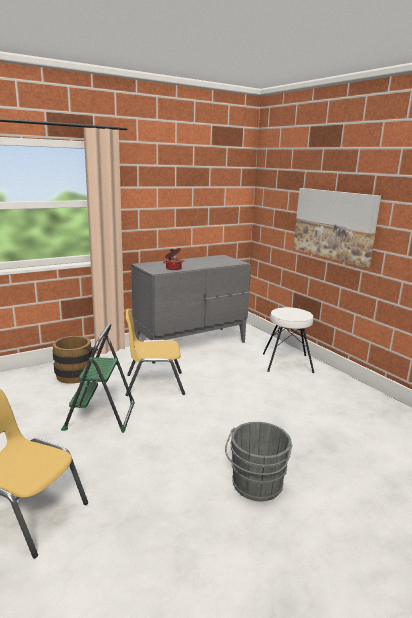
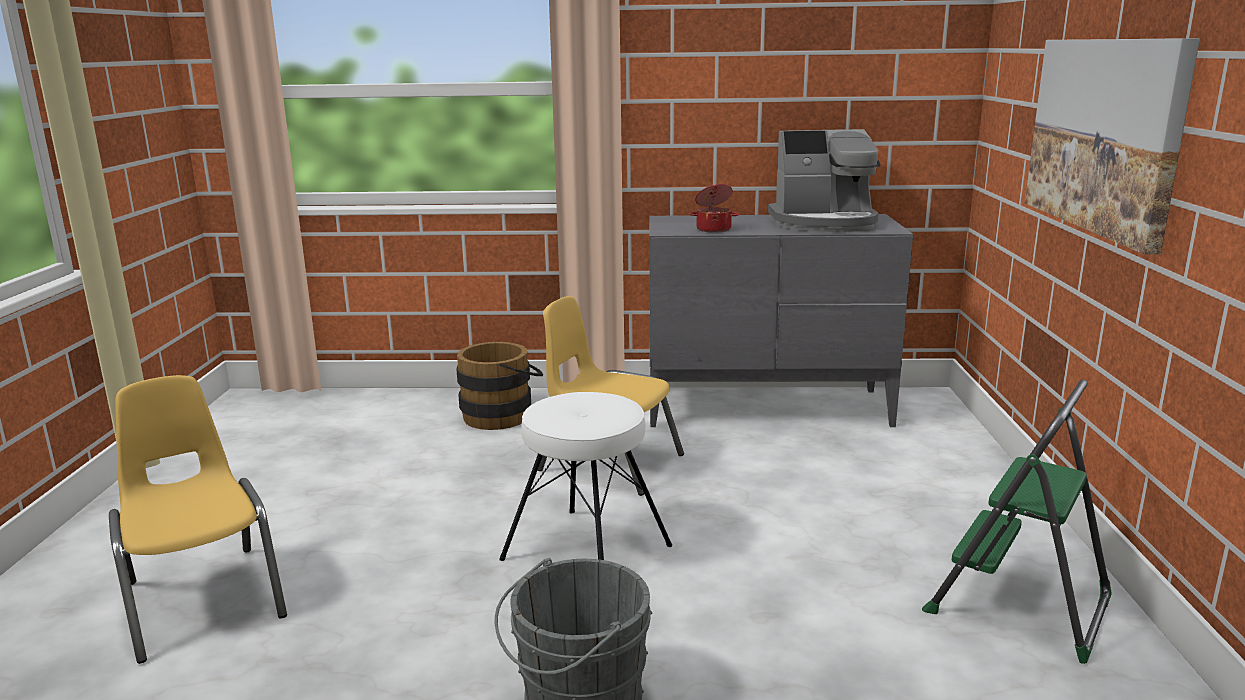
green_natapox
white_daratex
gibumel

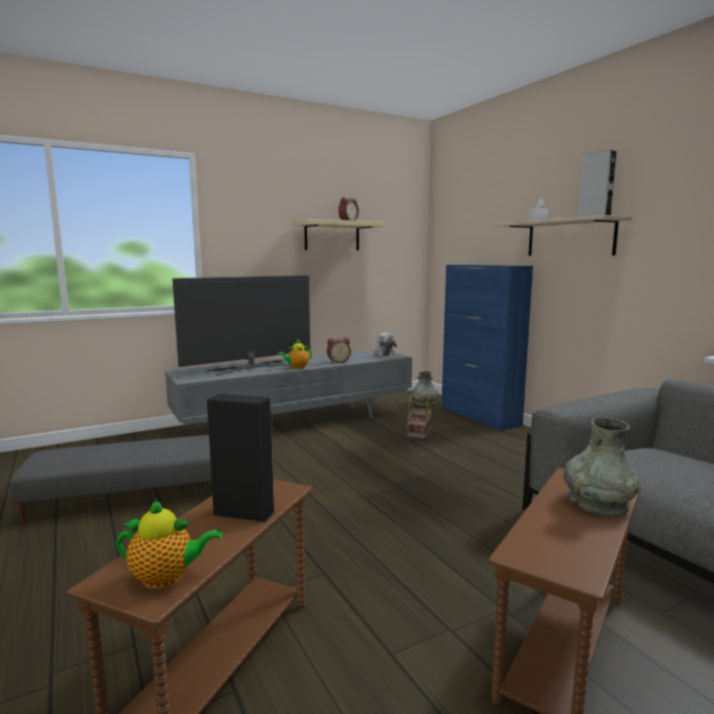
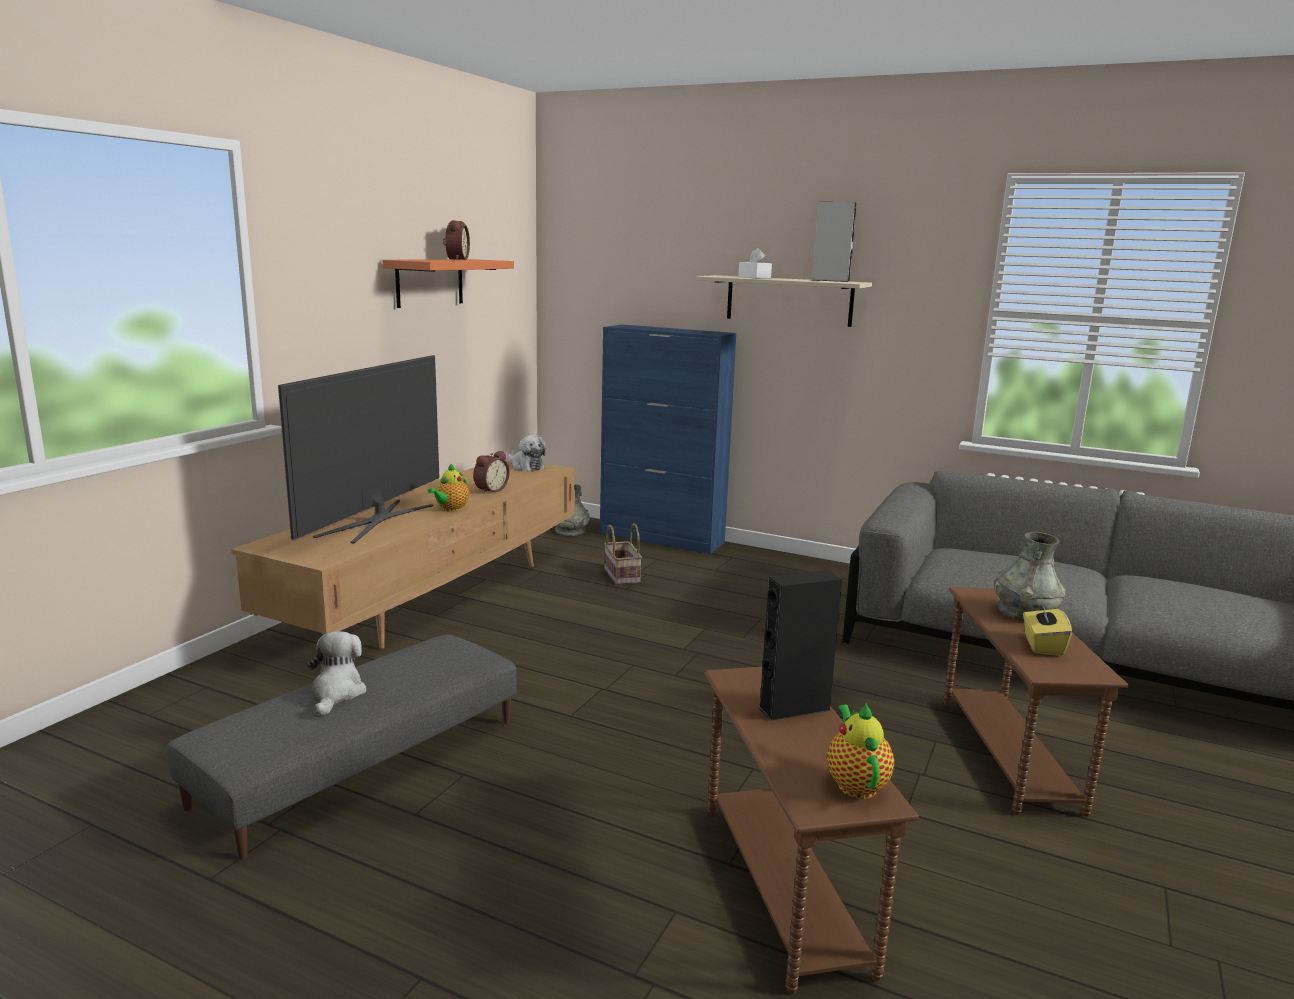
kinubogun (2nd from left)
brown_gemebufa
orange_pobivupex
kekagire (1st from left)
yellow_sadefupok

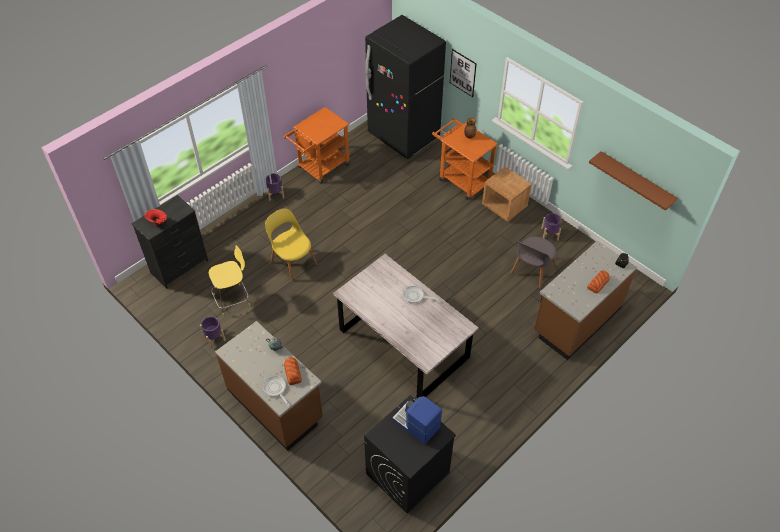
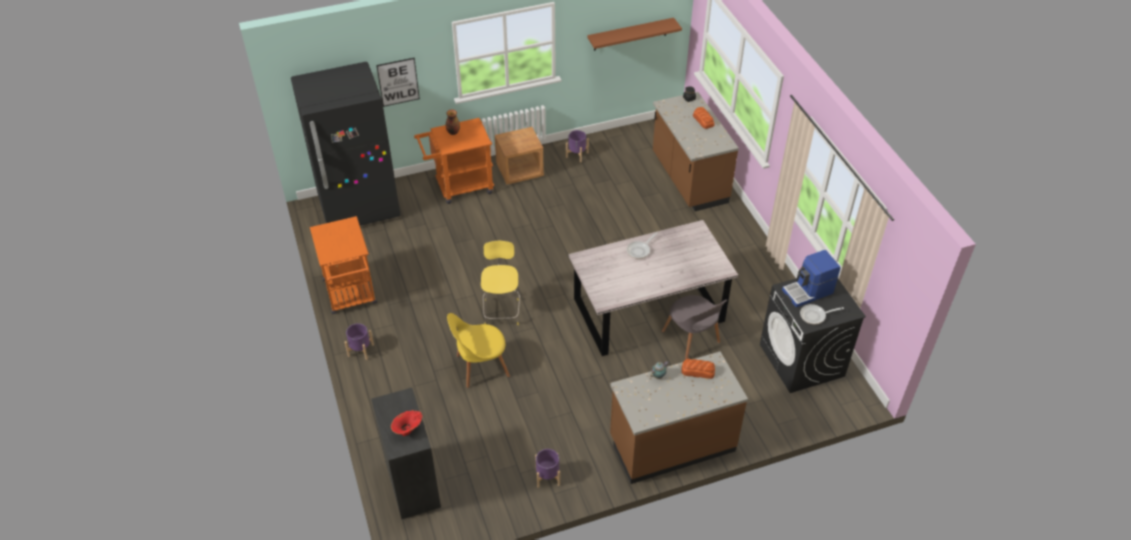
yellow_daratex
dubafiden (2nd from left)
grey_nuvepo

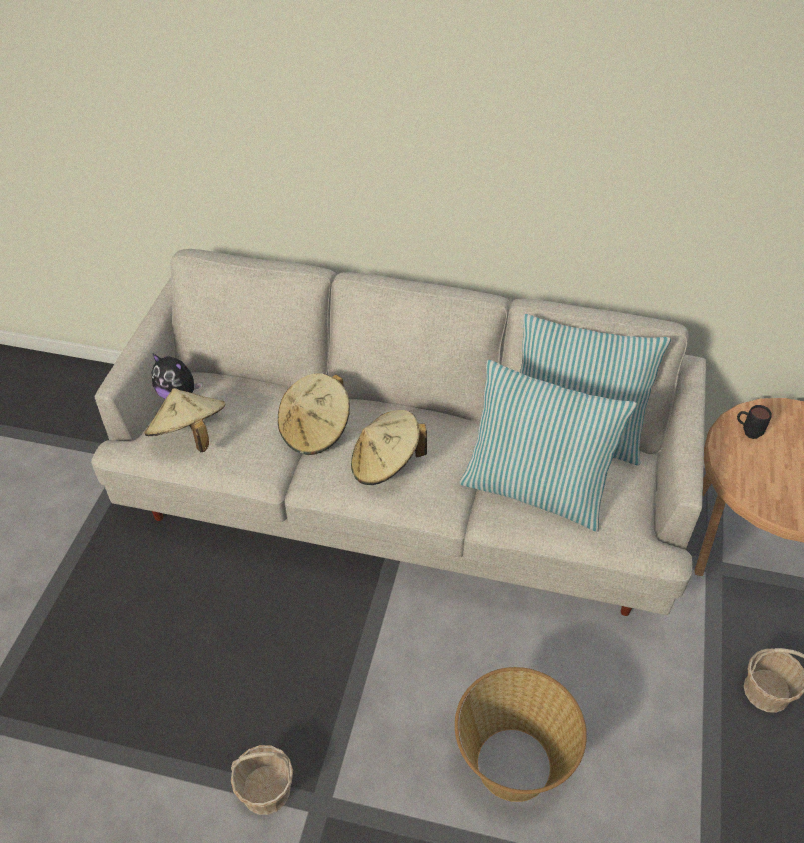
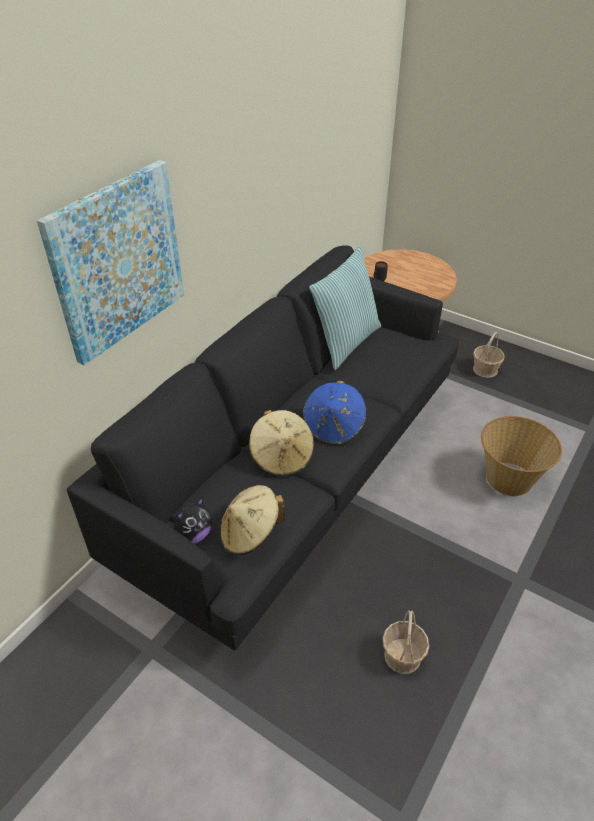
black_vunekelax
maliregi (1st from left)
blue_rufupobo
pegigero (1st from left in the first image)
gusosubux

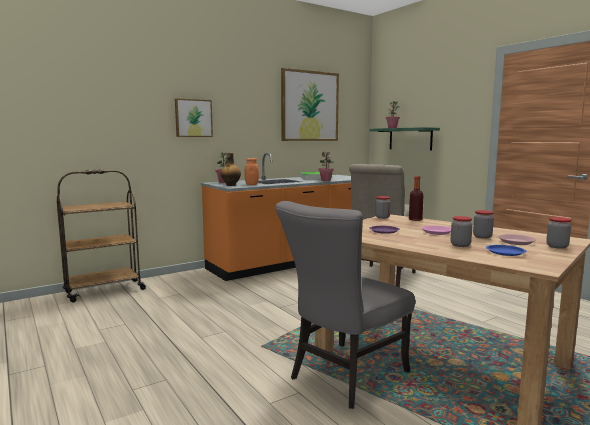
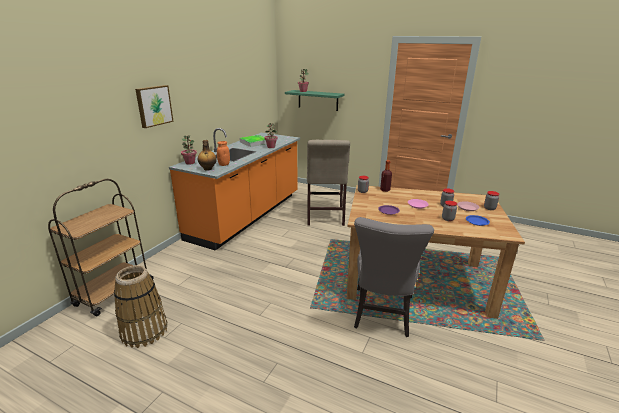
gusosubux (2nd from left in the first image)
maliregi

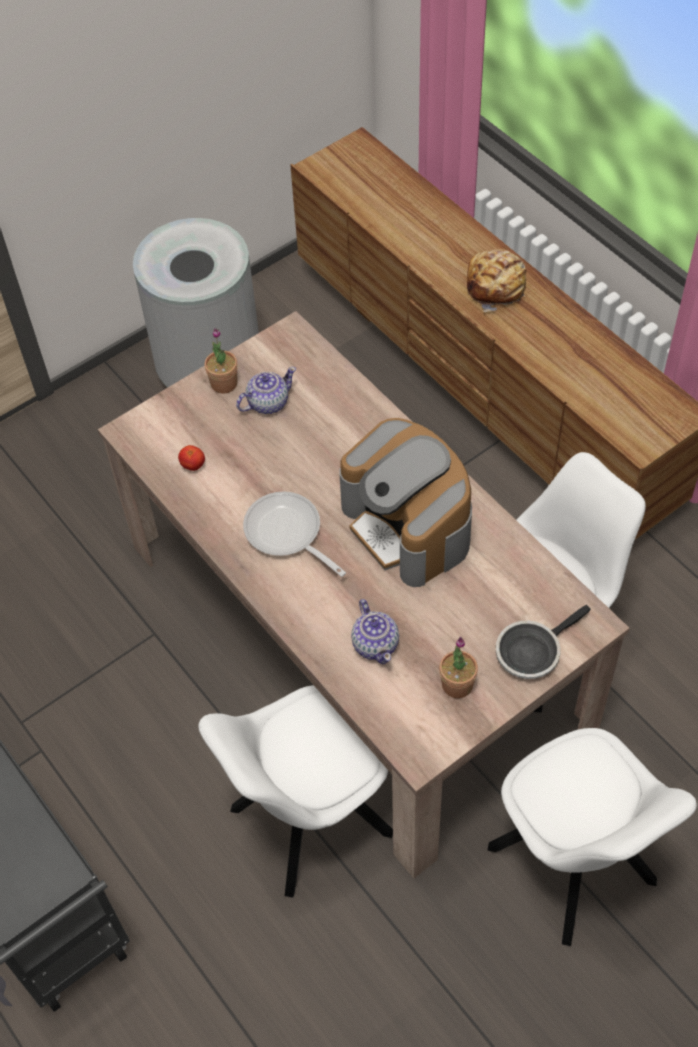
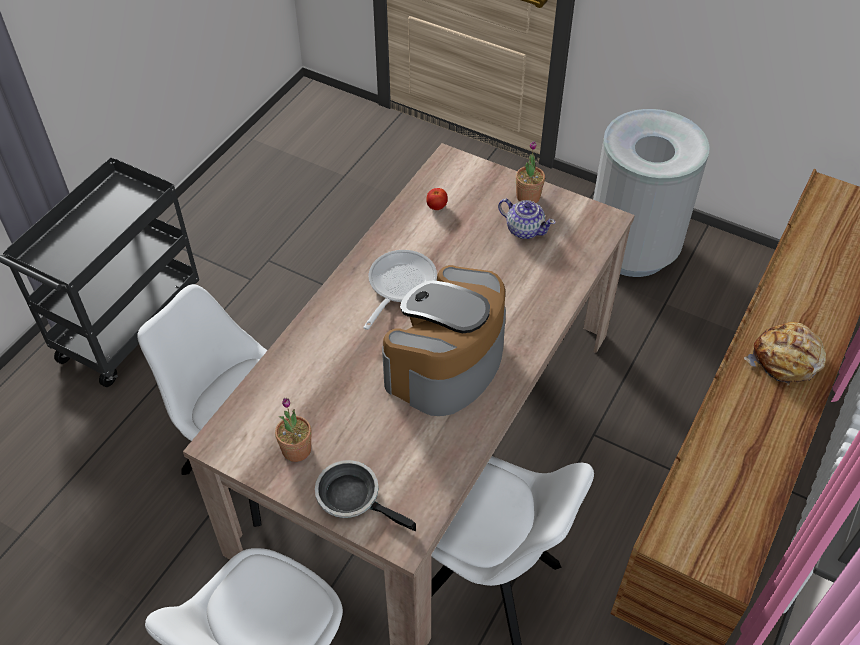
kinubogun (2nd from left in the first image)

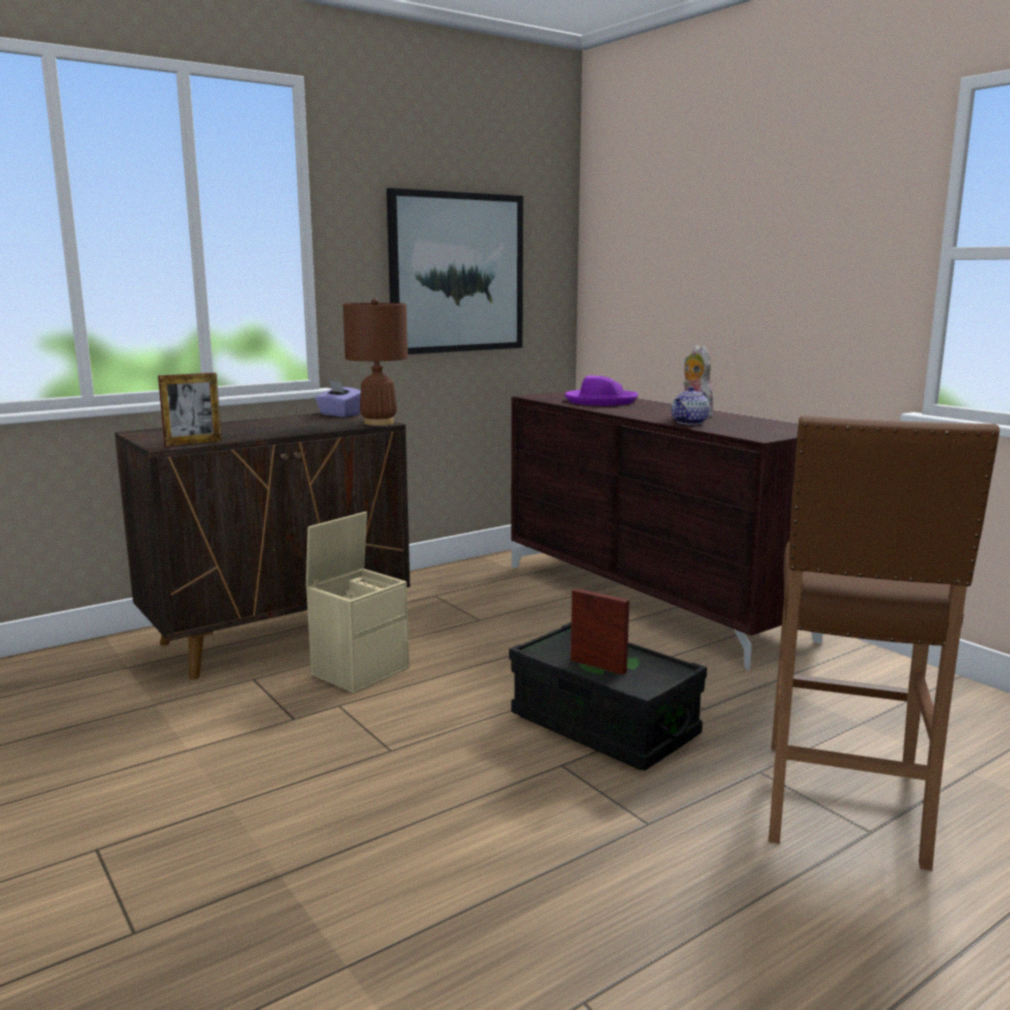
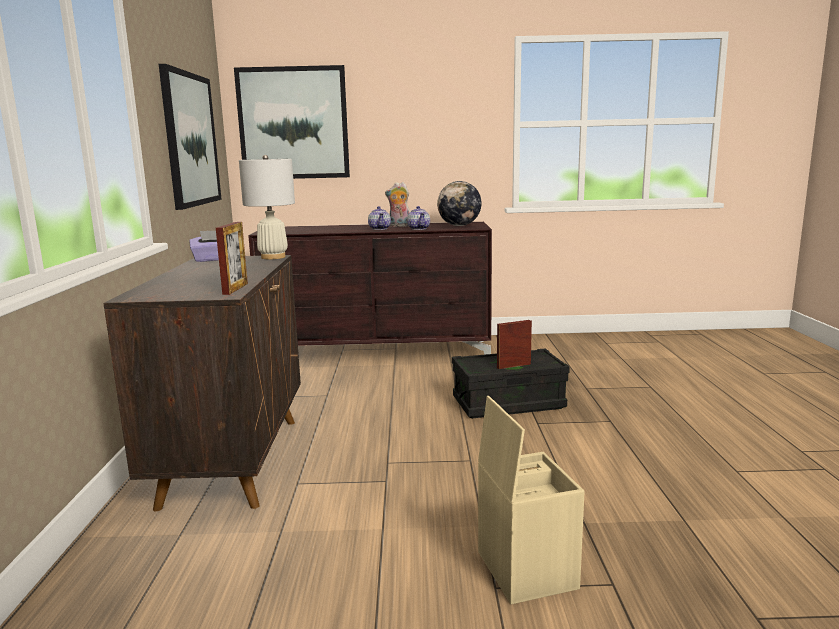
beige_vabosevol
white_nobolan
purple_rufupobo
brown_daratex
gusosubux (2nd from left)
kinubogun (1st from left)
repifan

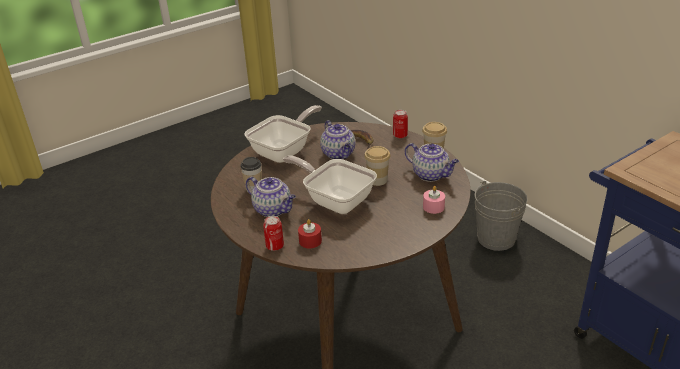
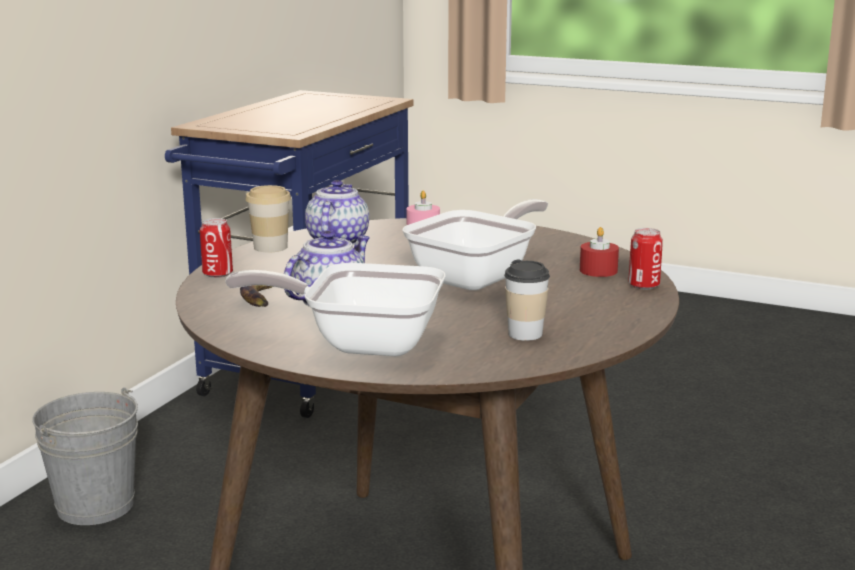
kinubogun (1st from left in the first image)
dubafiden (2nd from left)
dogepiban (2nd from left in the first image)

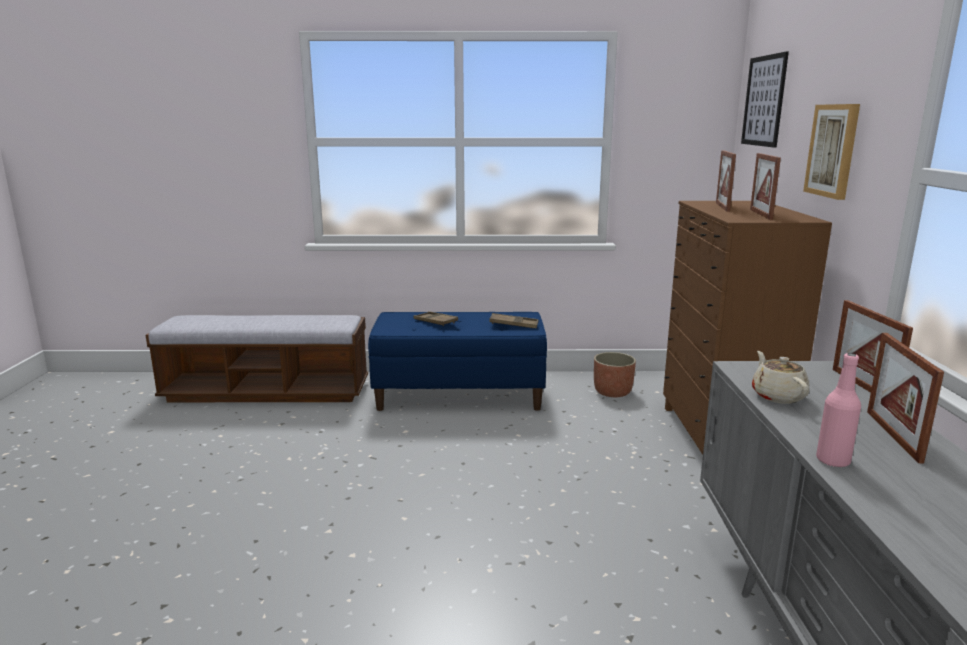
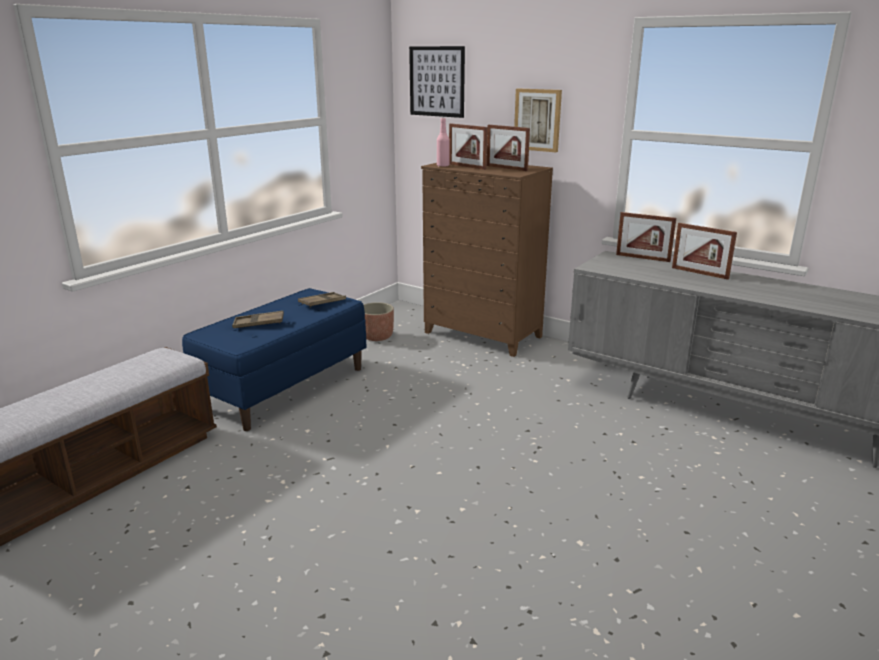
beige_kinubogun
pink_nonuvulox

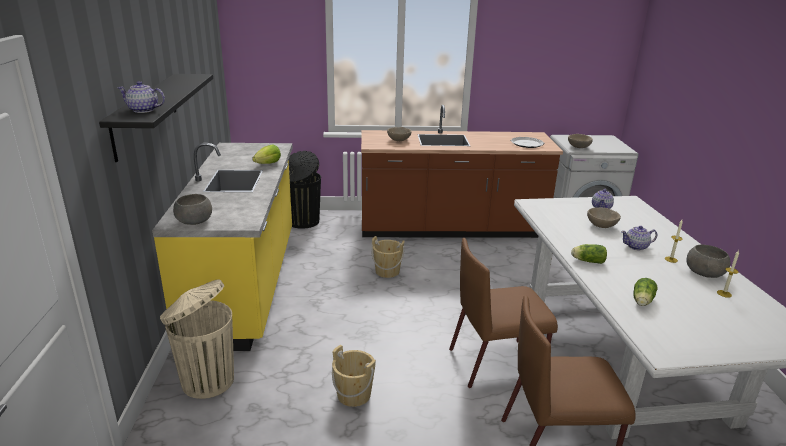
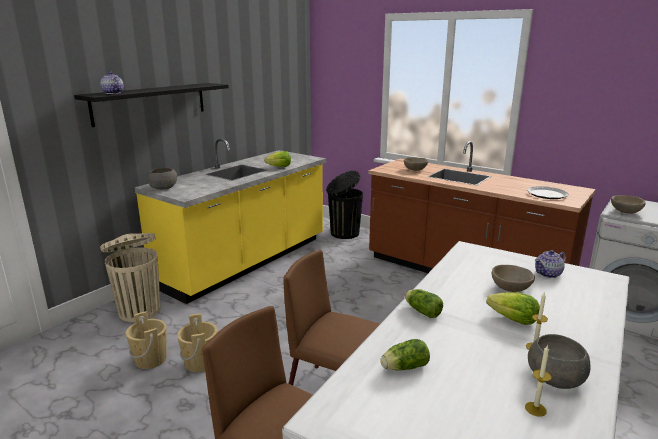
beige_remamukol (1st from left)
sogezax (4th from left)

